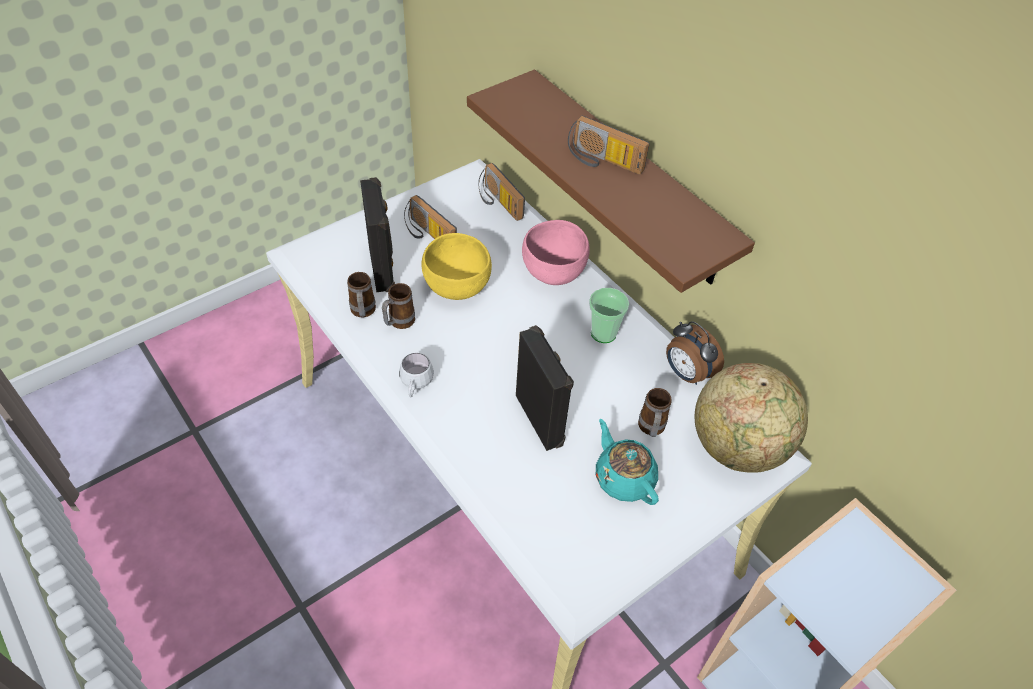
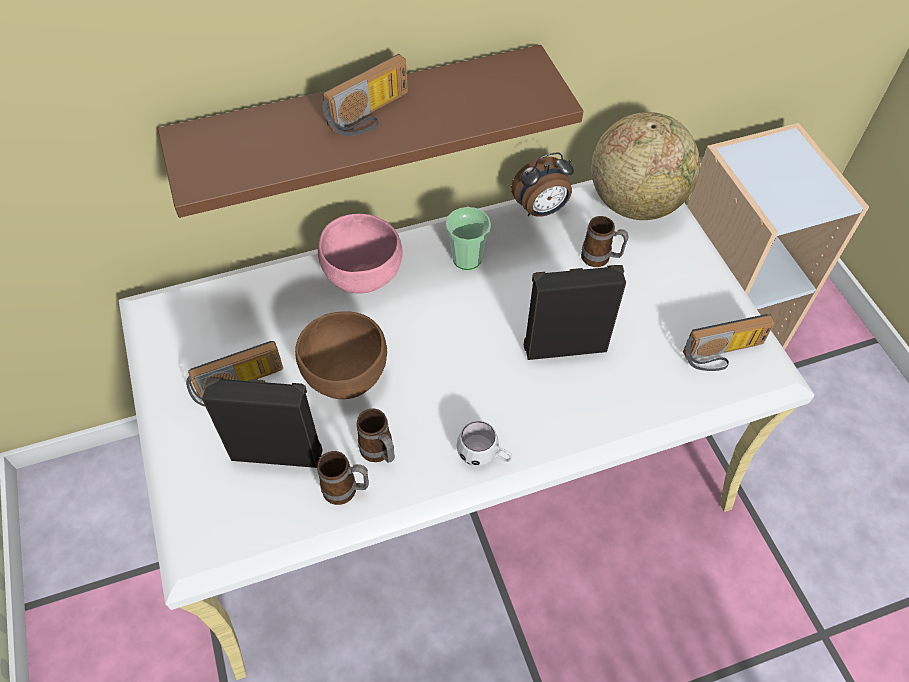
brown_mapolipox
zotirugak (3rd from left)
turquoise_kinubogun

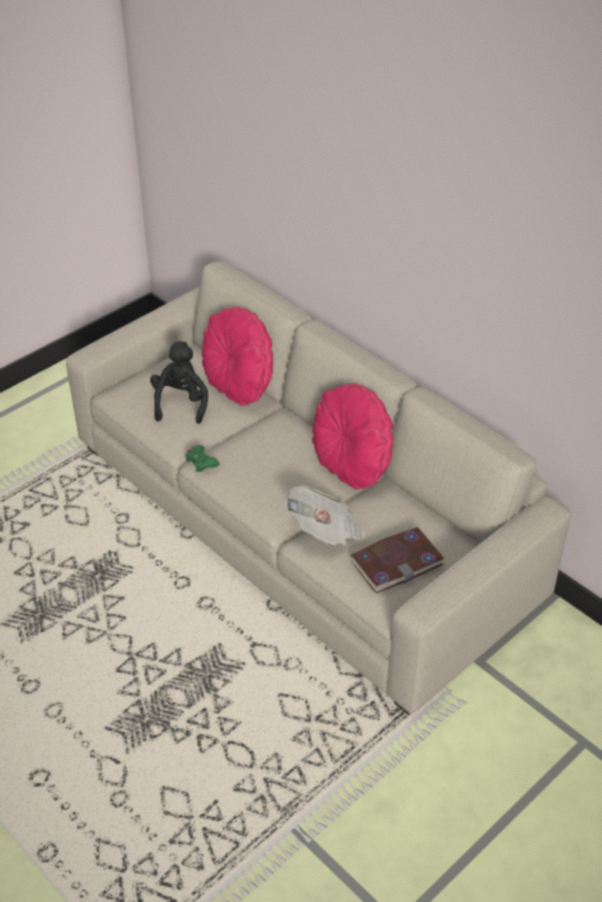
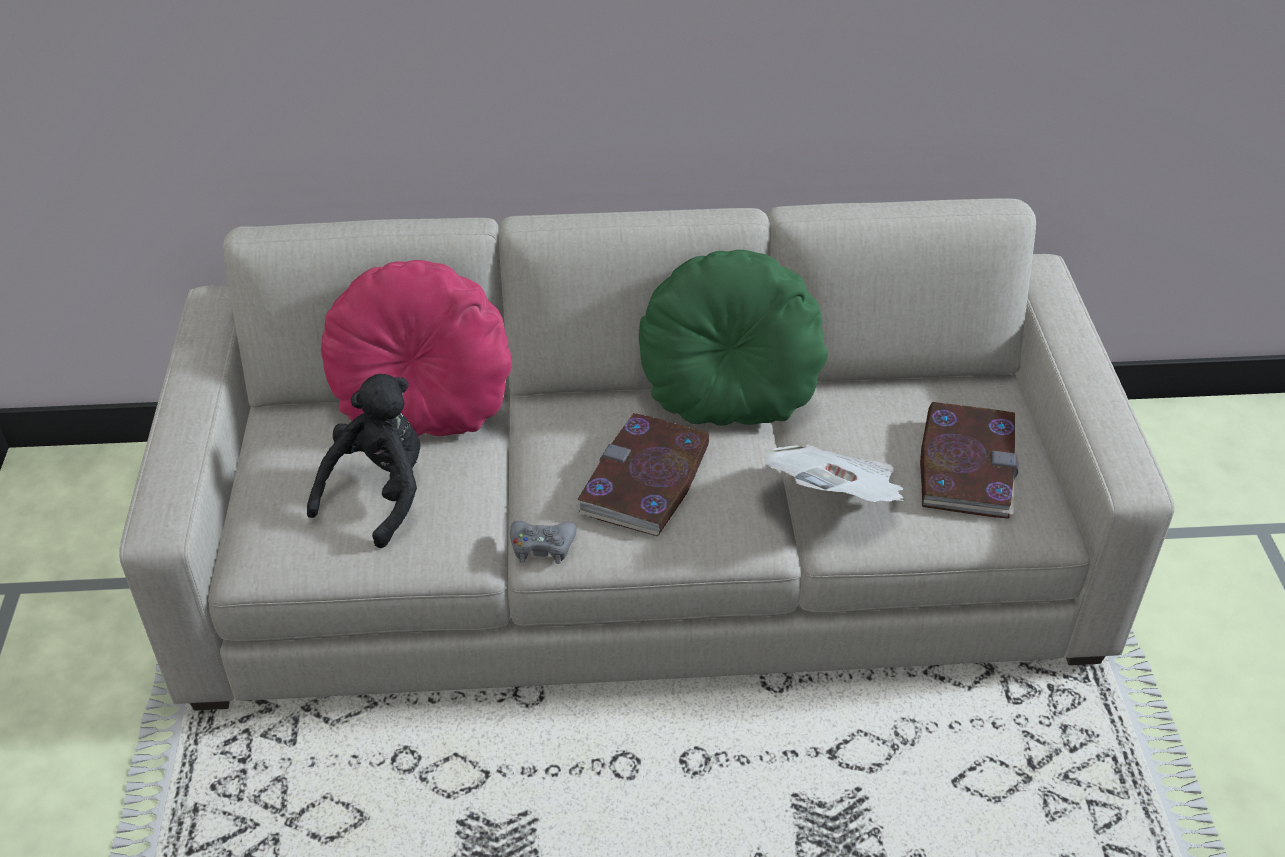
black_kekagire
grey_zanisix
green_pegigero
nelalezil (1st from left)

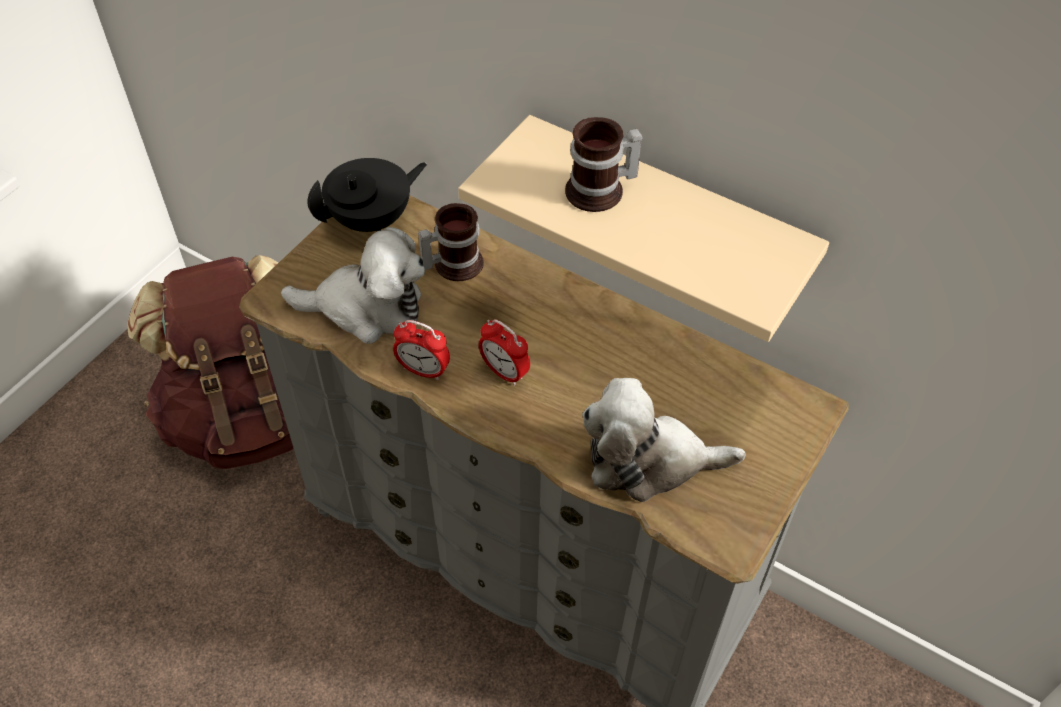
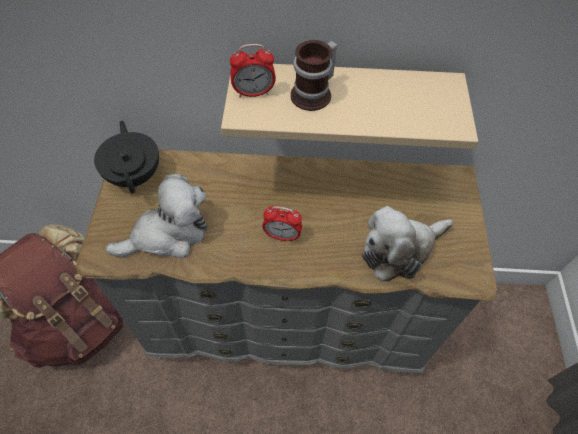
black_kinubogun
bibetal (1st from left)
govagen (1st from left in the first image)

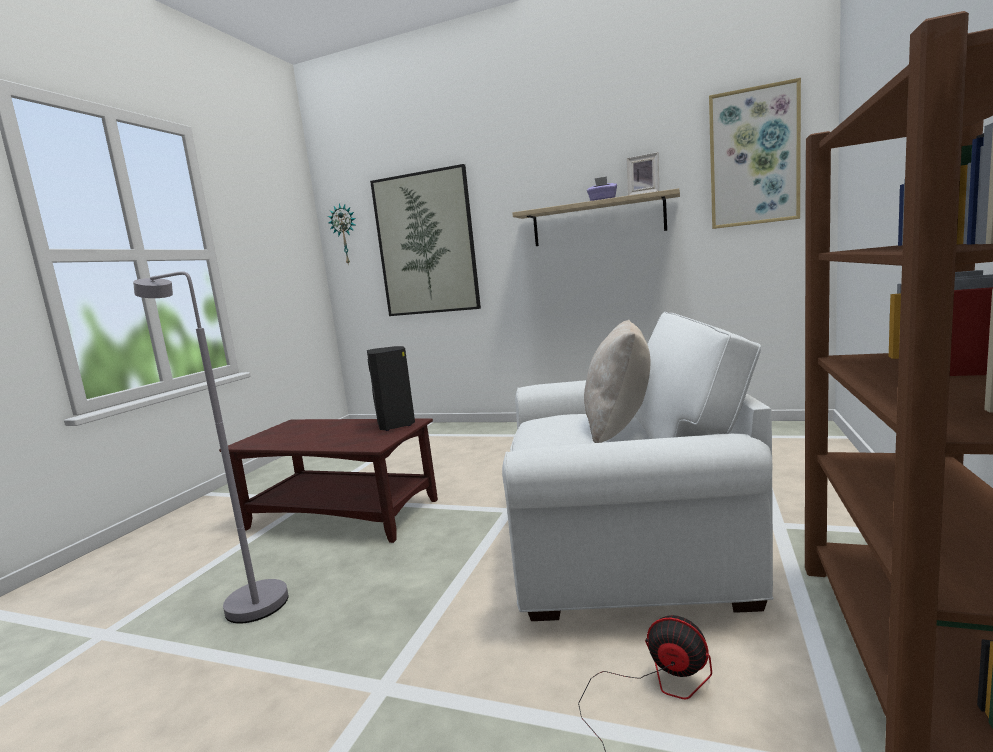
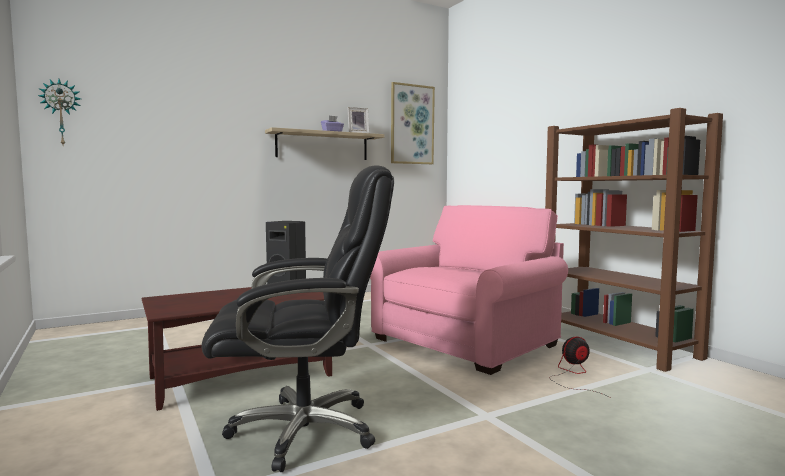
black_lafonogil
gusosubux (1st from left in the first image)
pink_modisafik
beige_pegigero

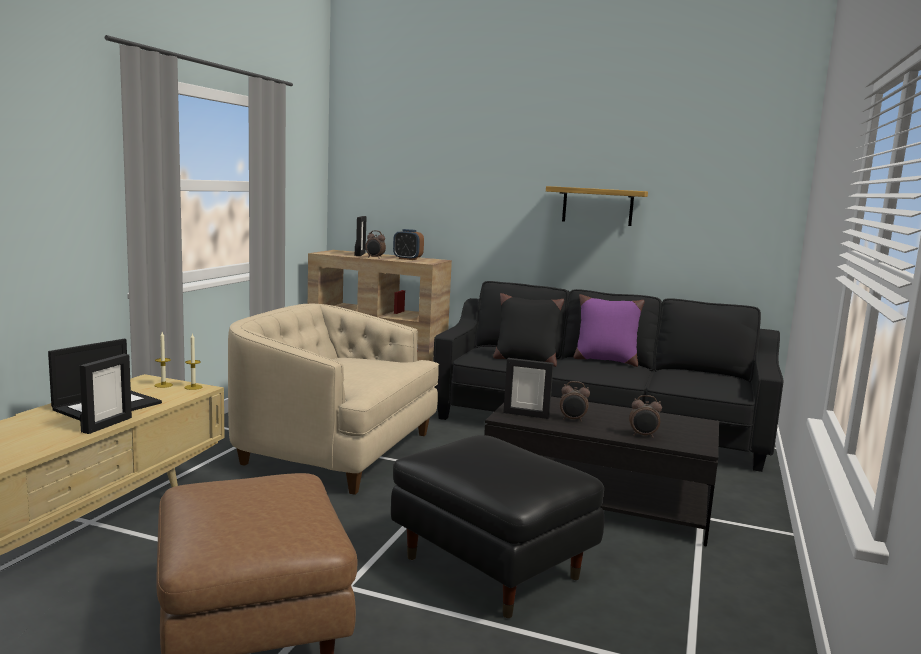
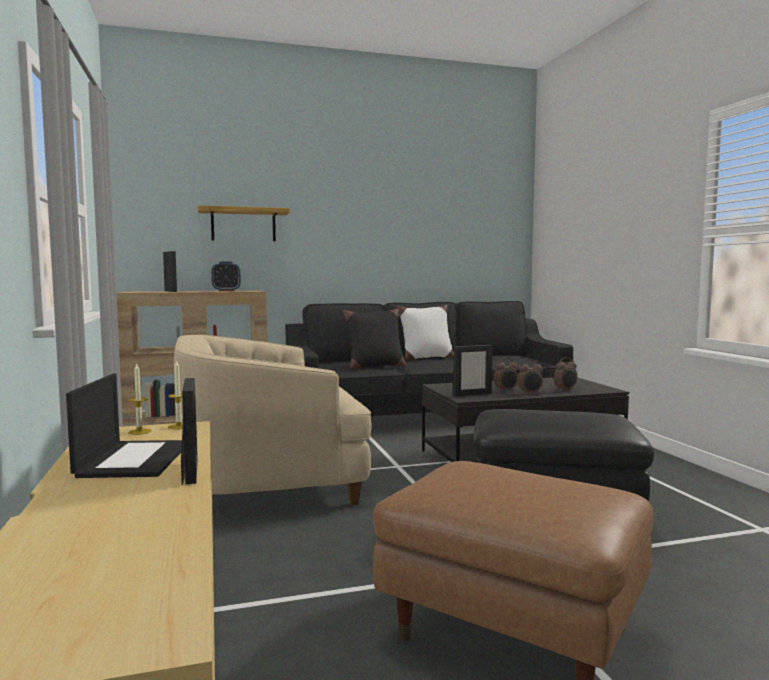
bibetal (3rd from left)
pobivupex
white_pegigero

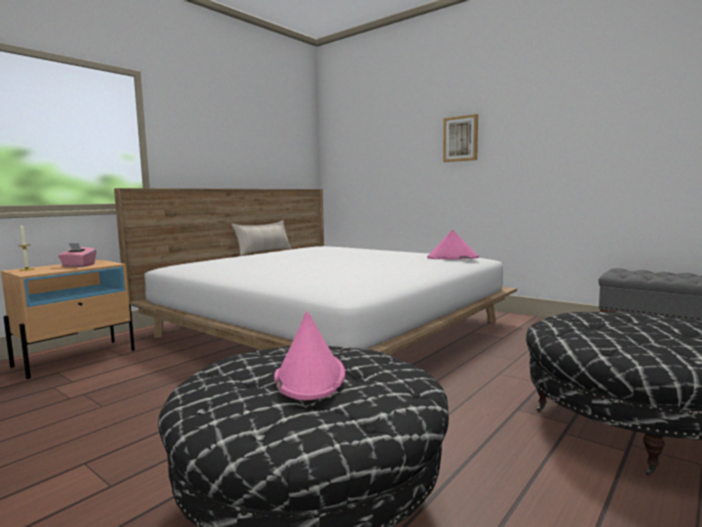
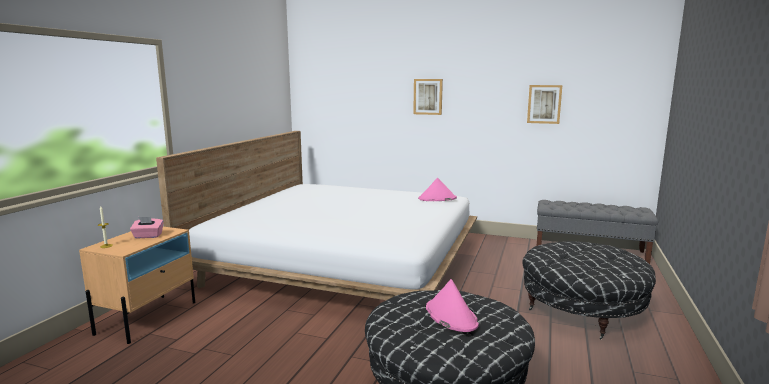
beige_pegigero
gusosubux (2nd from left)

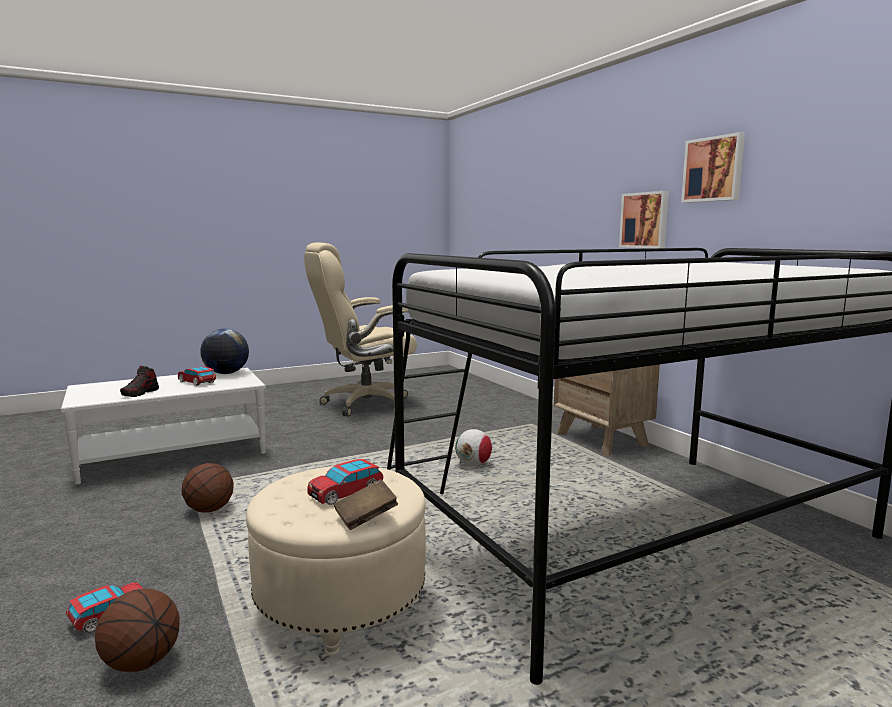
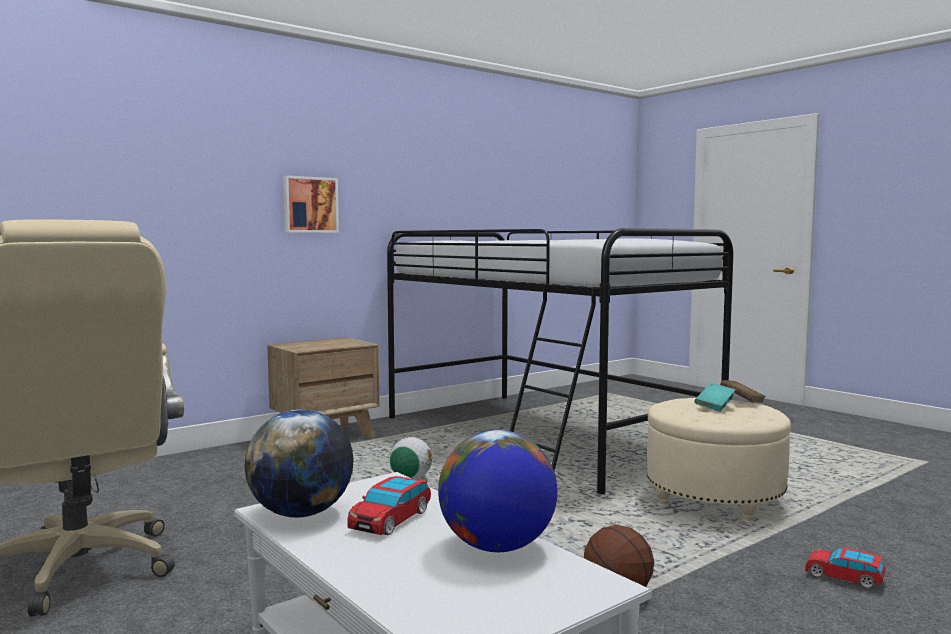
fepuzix (1st from left in the first image)
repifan (2nd from left)
turquoise_nelalezil
gusosubux (2nd from left in the first image)

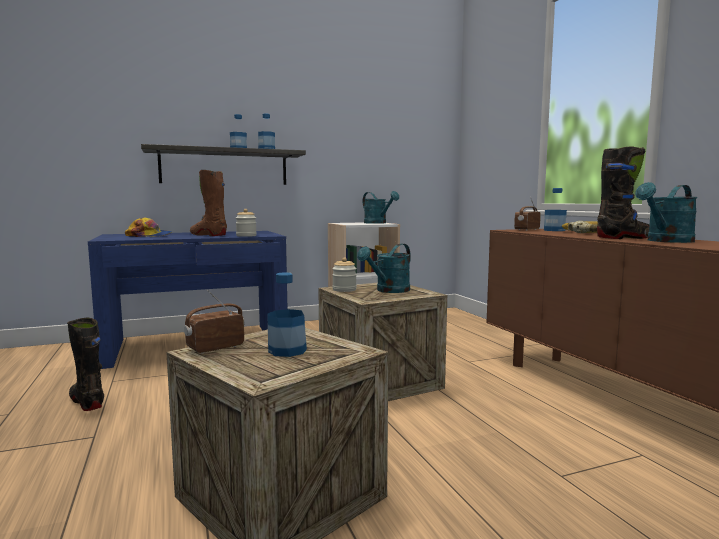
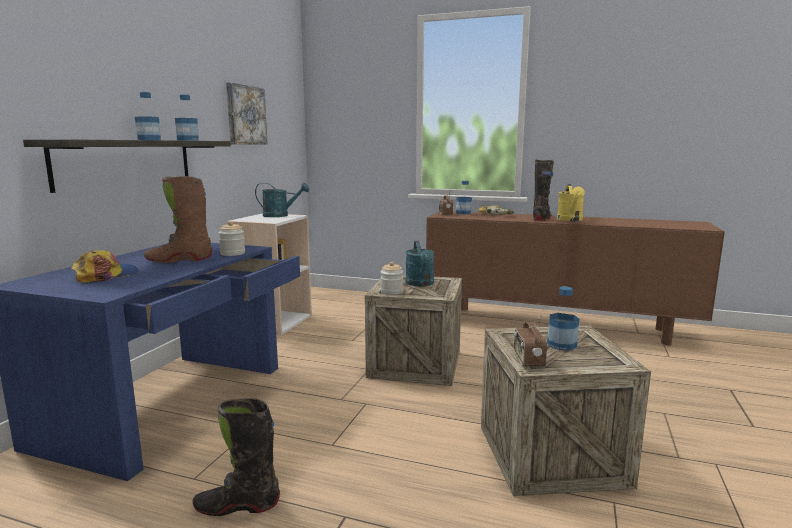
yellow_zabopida
gusosubux

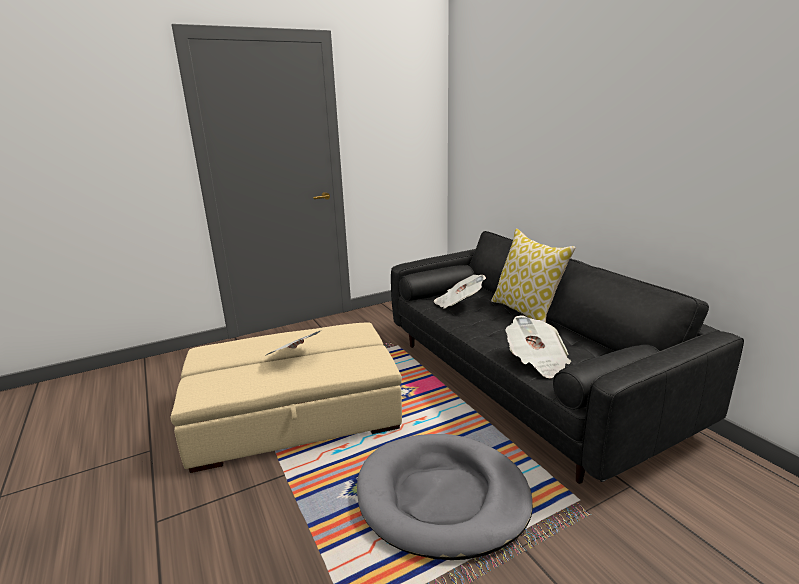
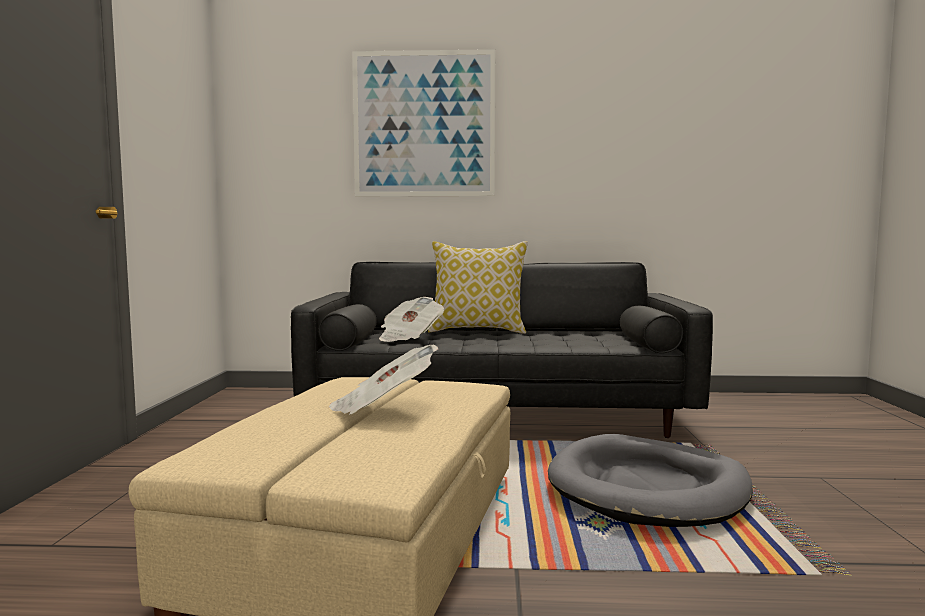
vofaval (3rd from left in the first image)
gusosubux

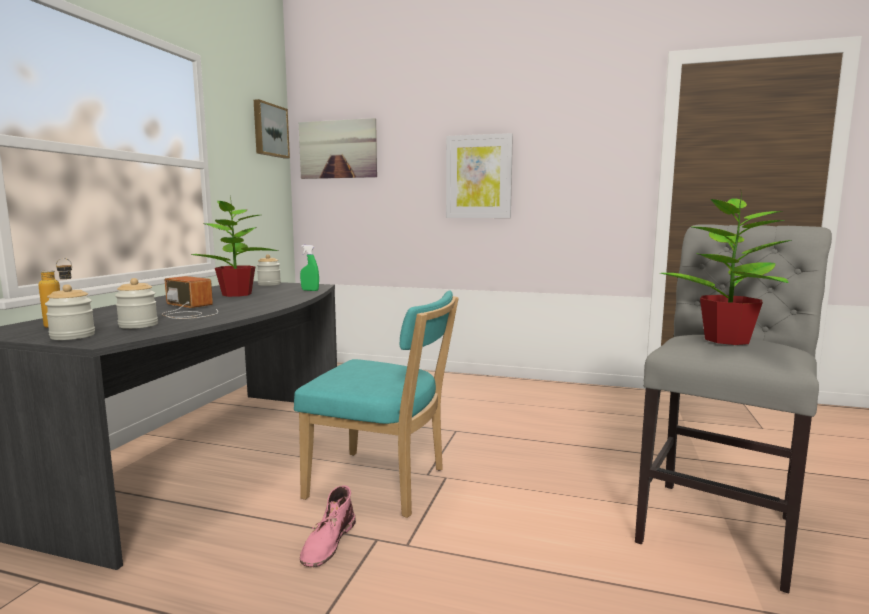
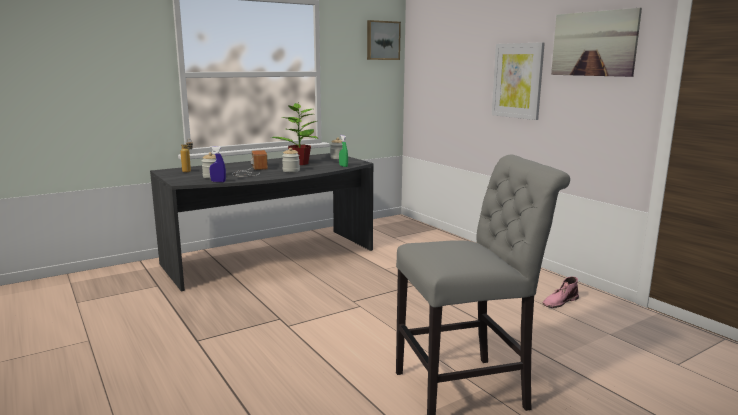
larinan (2nd from left)
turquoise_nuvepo
gusosubux (3rd from left)
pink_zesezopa
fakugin (2nd from left in the first image)
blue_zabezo

